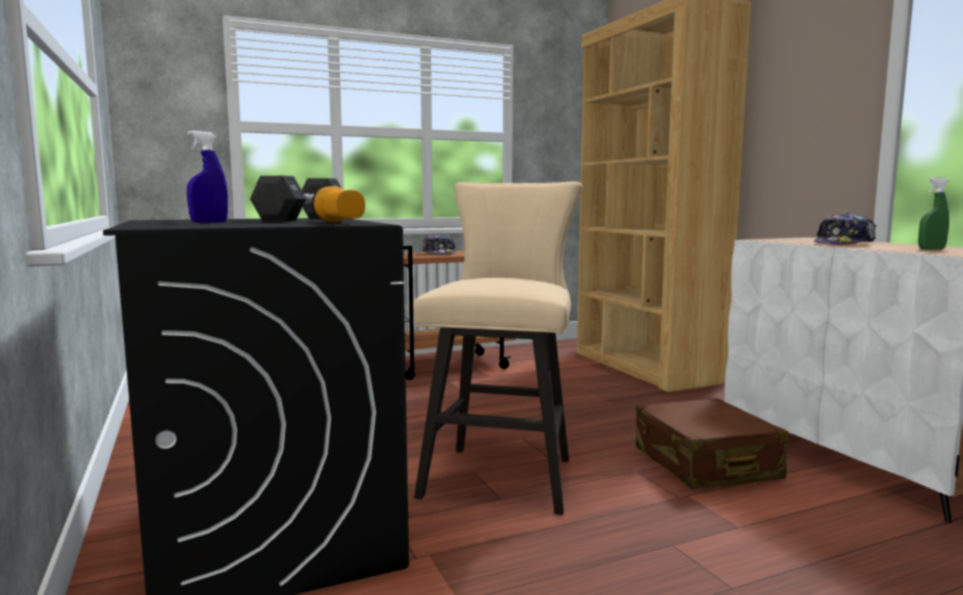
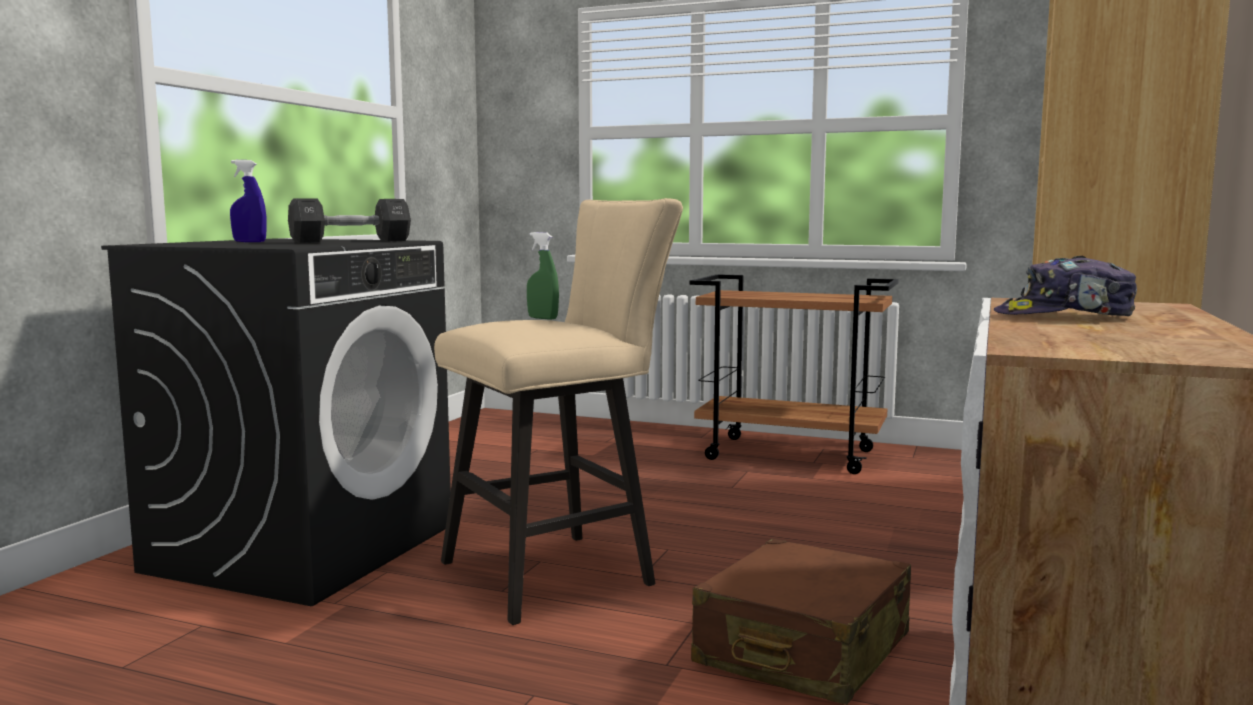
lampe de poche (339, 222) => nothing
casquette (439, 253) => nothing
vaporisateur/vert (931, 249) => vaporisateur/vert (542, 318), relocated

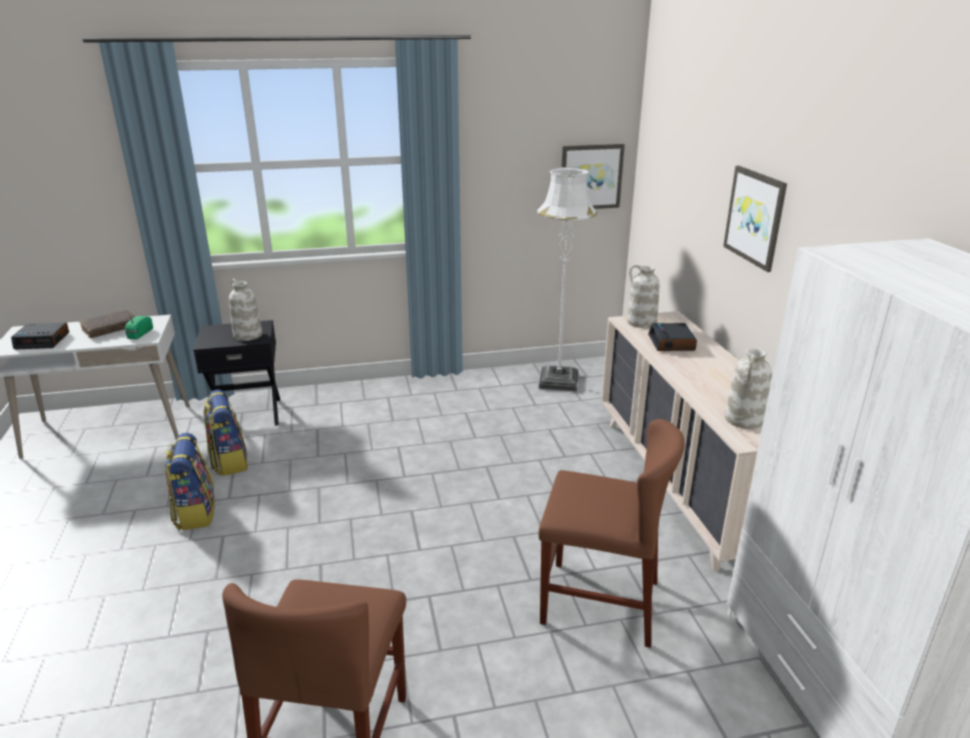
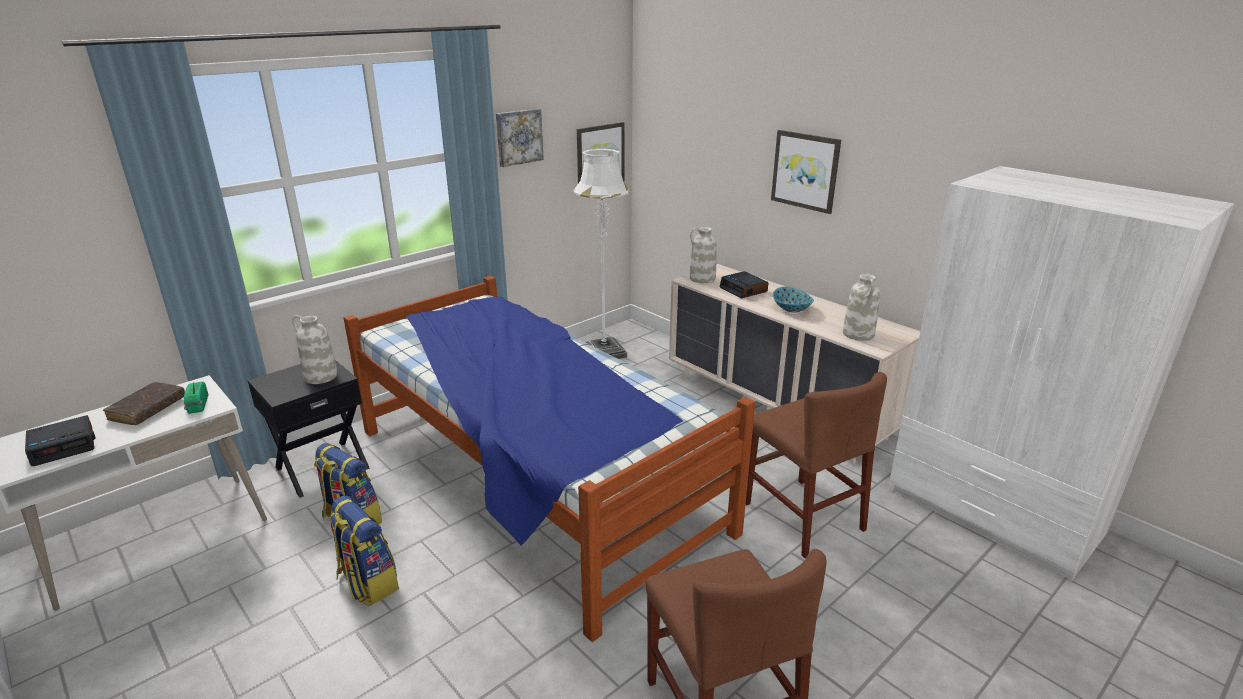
chaise/marron (599, 602) => chaise/marron (802, 516), 75 degrees clockwise
nothing => lit (532, 479)
nothing => tableau (518, 137)
nothing => bol (791, 309)

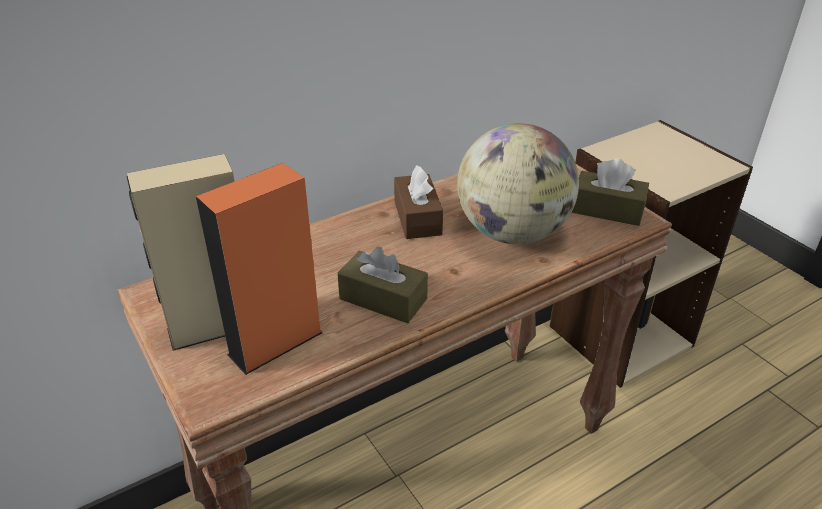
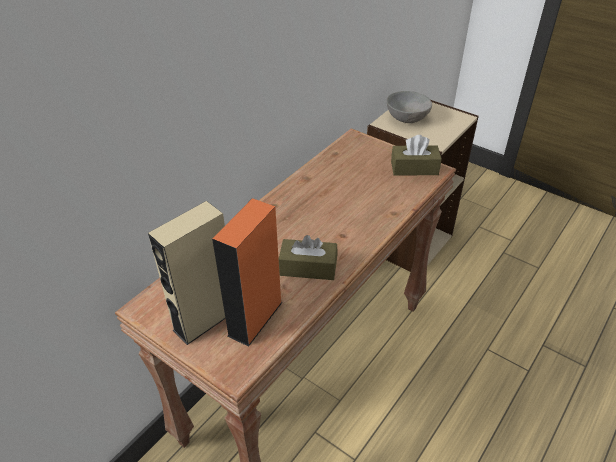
boîte à mouchoirs/marron (417, 218) => nothing
globe (512, 233) => nothing
nothing => bol/gris (407, 118)

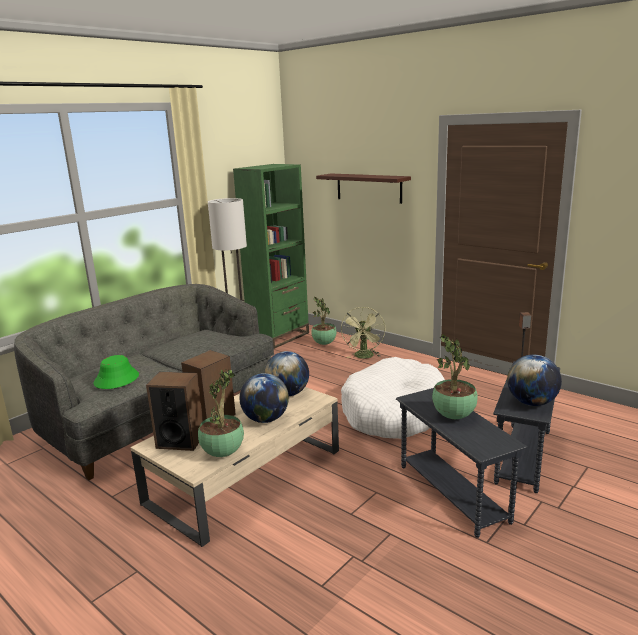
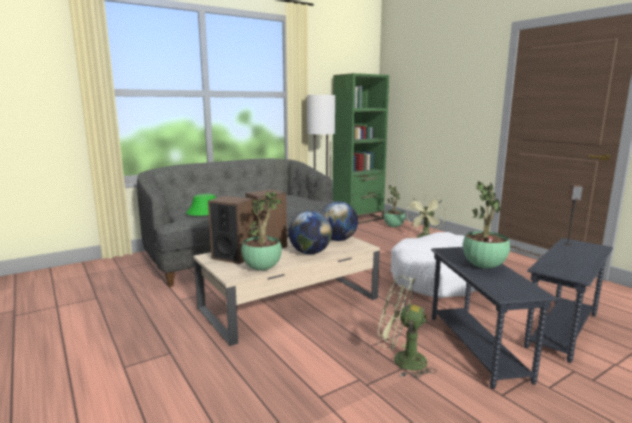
étagère (368, 188) => nothing
globe (532, 403) => nothing
nothing => ventilateur/vert (401, 360)

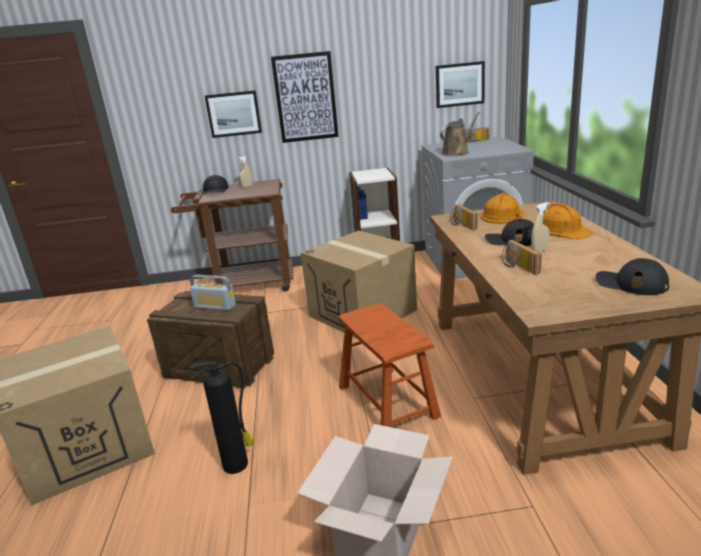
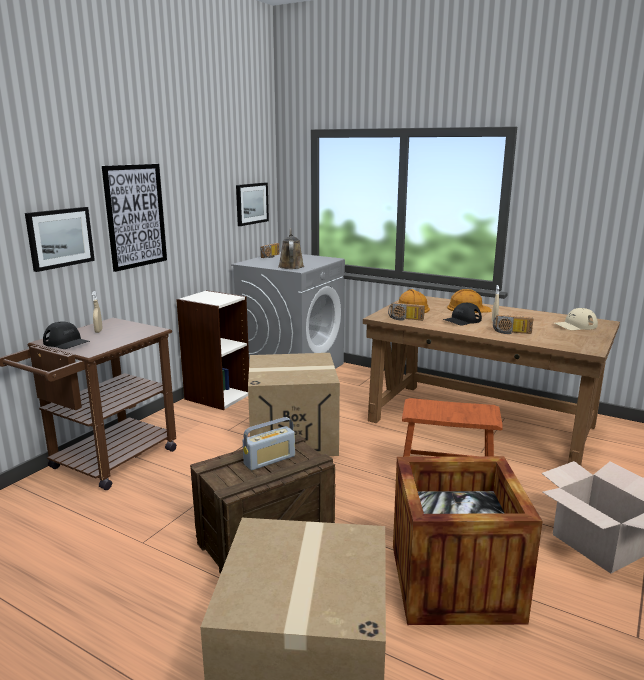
extincteur (237, 464) => caisse (454, 582)
casquette/noir (631, 283) => casquette/beige (575, 325)

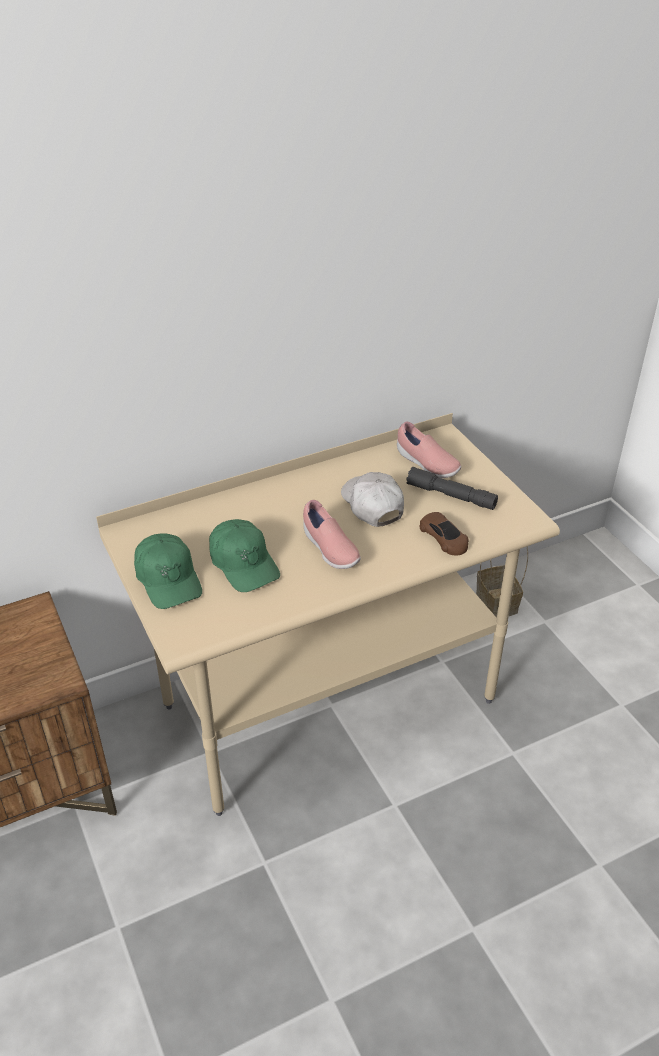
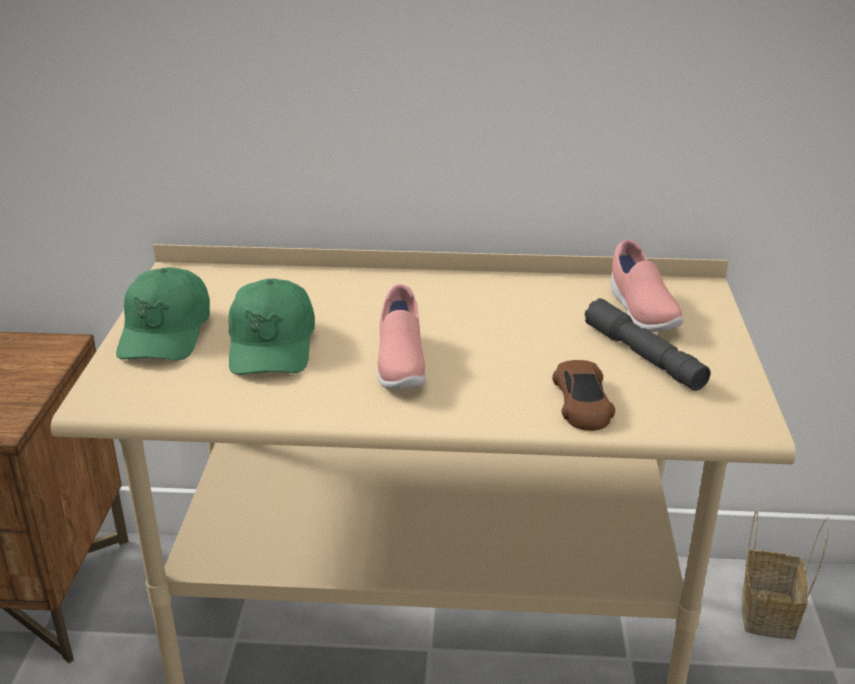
casquette/blanc (372, 505) => nothing

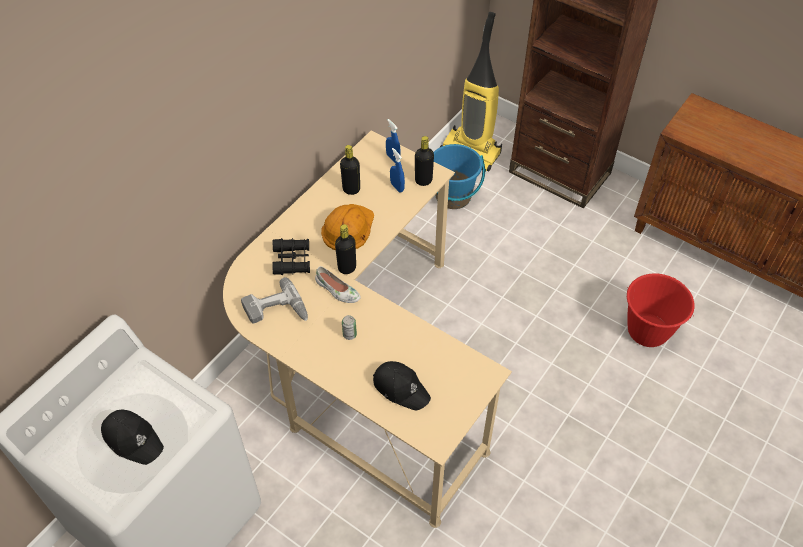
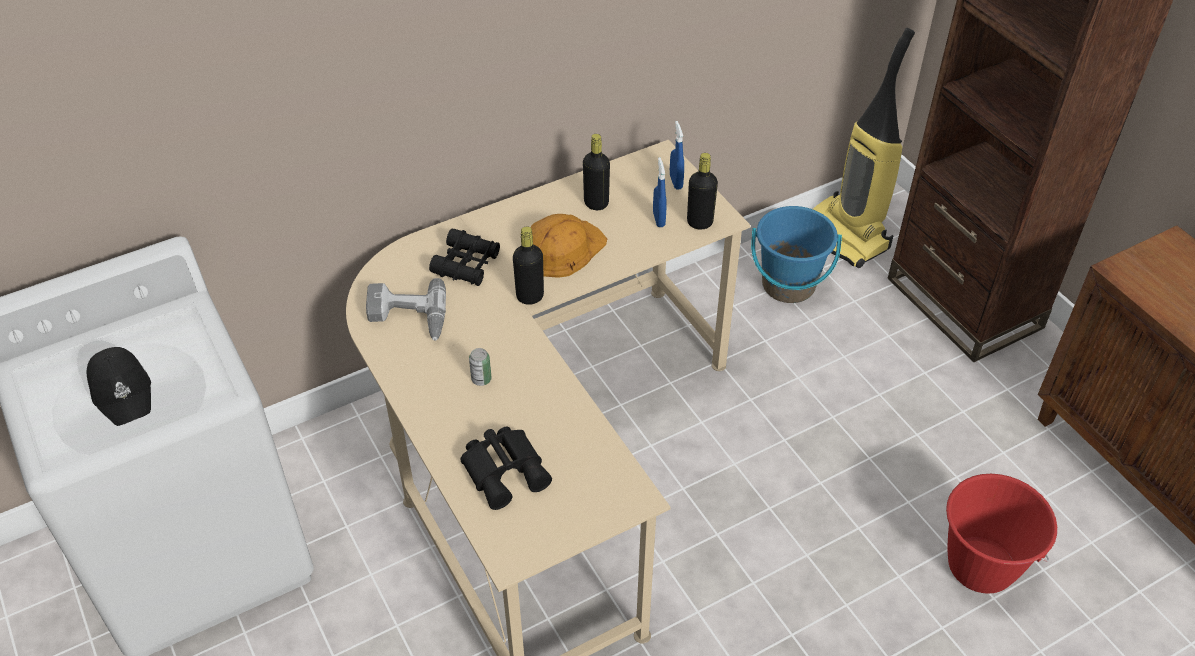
chaussure/blanc (337, 290) => nothing
casquette/noir (401, 388) => jumelles/noir (506, 470)

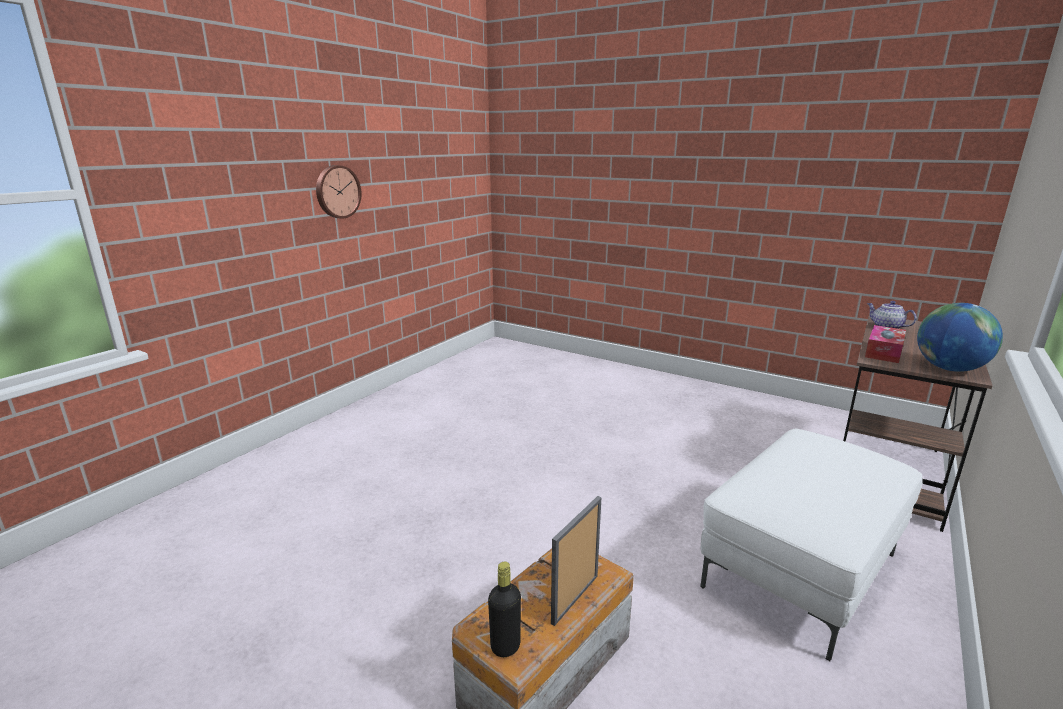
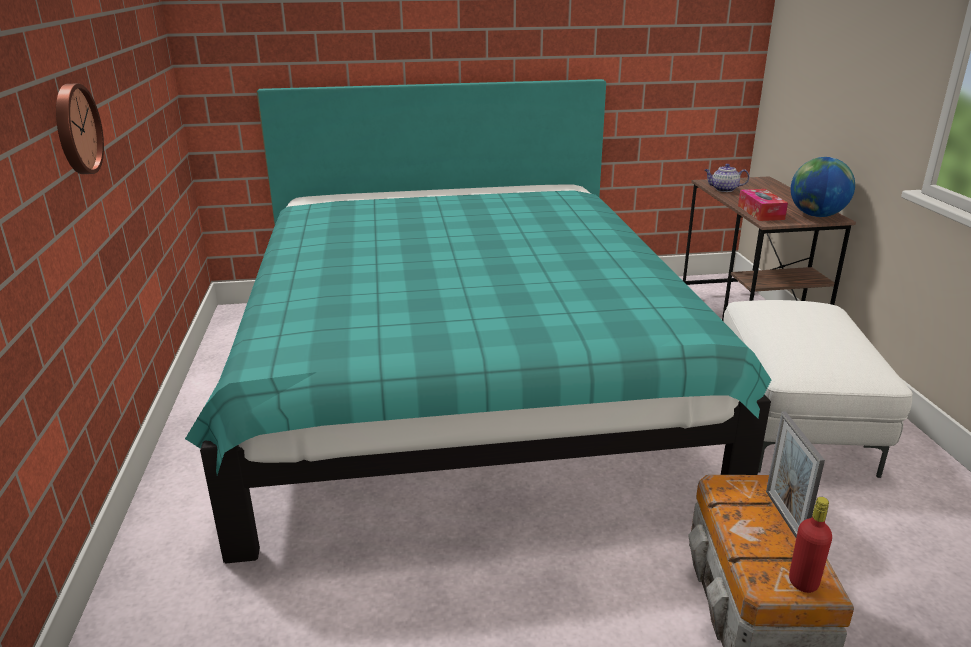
bouteille/noir (505, 646) => bouteille/rouge (803, 582)
nothing => lit/turquoise (461, 382)

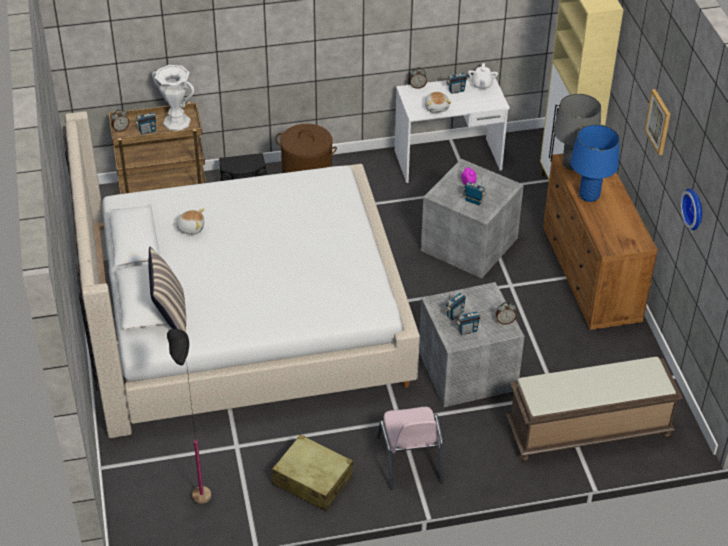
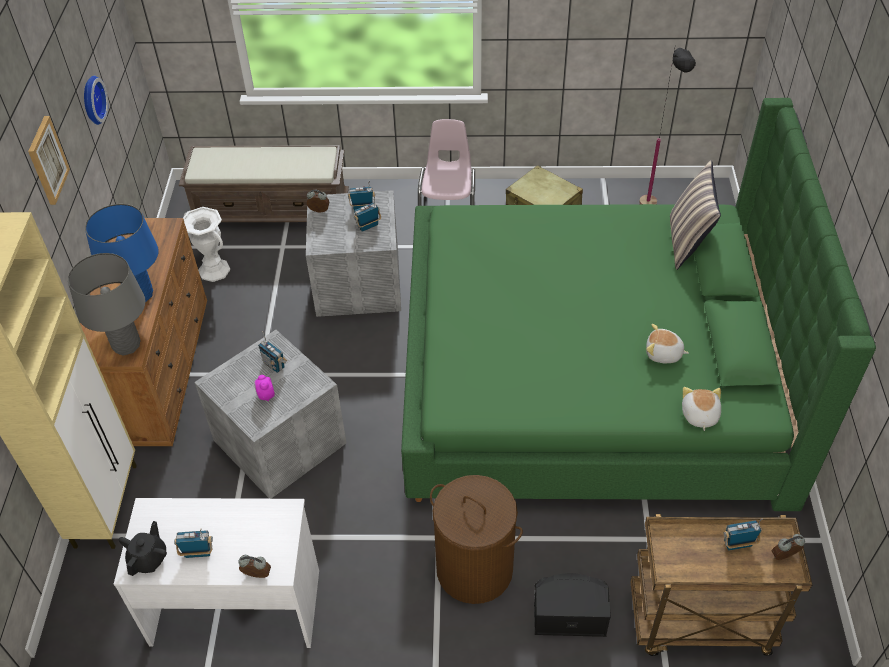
lit/beige (243, 320) => lit/vert (592, 379)
vase/blanc (177, 122) => vase/blanc (214, 270), relocated
peluche (436, 107) => peluche (699, 415), relocated
théière/blanc (481, 85) => théière/noir (149, 559)

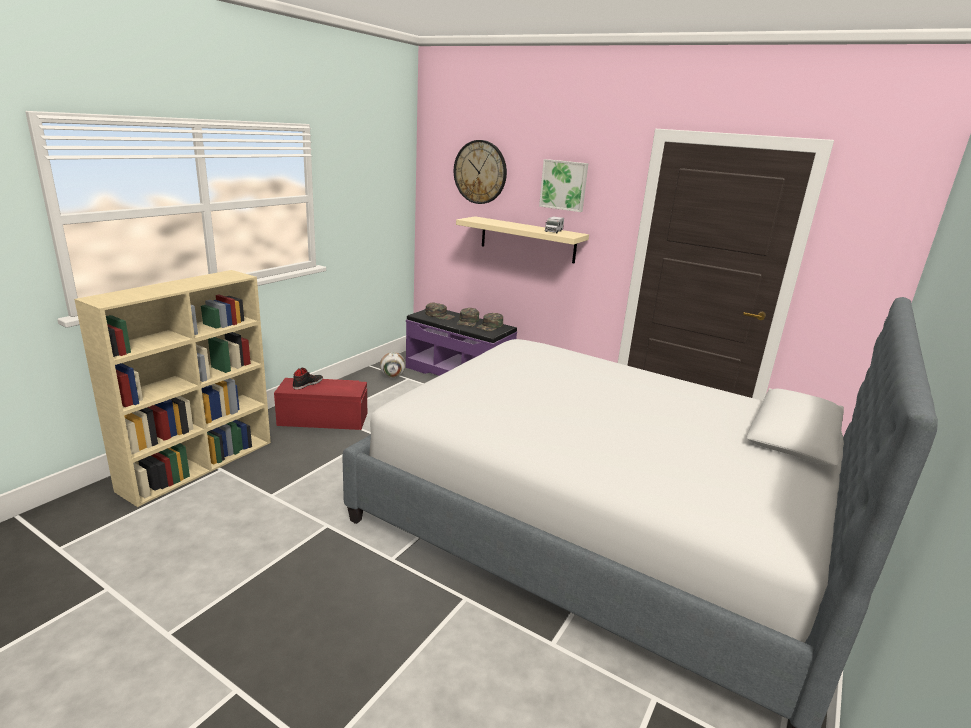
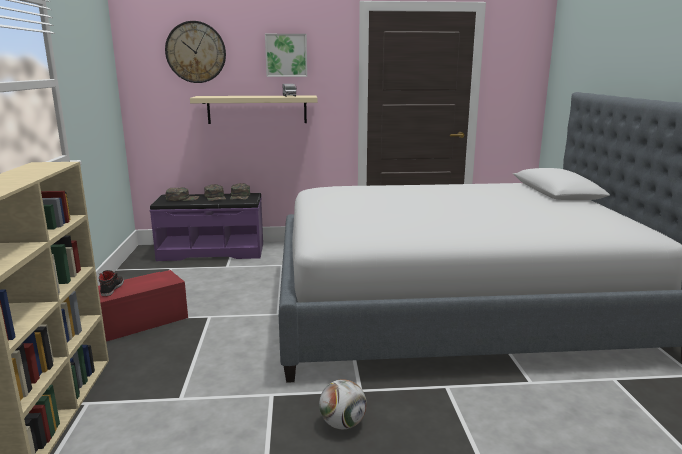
ballon de foot (392, 376) => ballon de foot (342, 424), relocated

